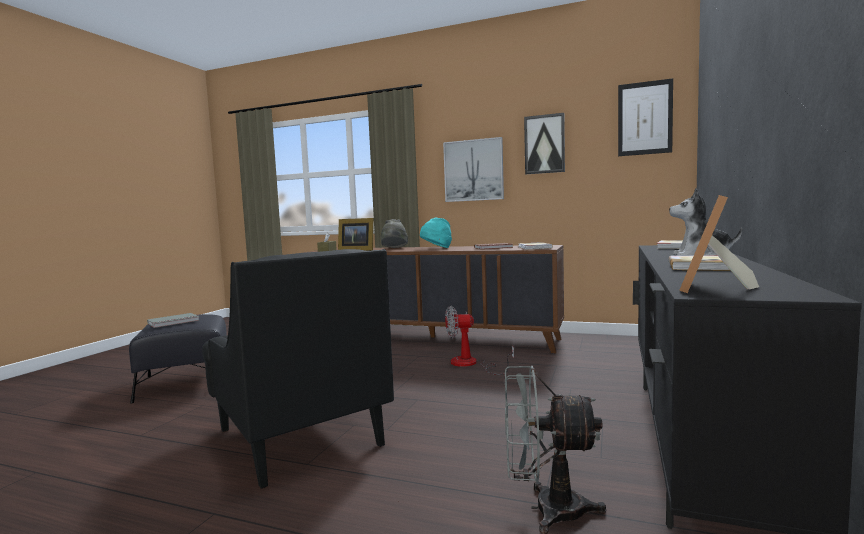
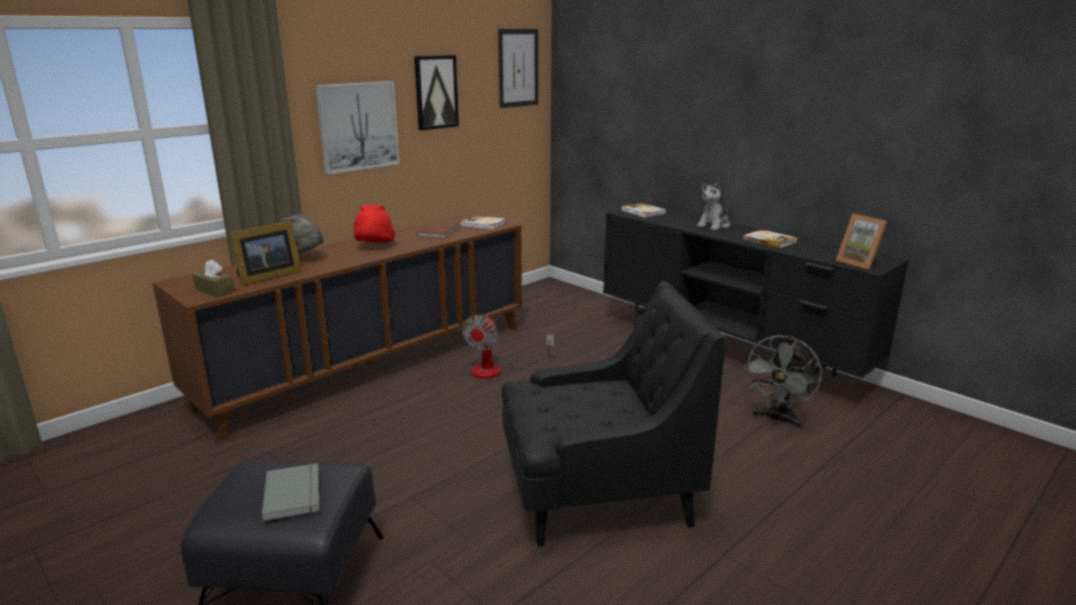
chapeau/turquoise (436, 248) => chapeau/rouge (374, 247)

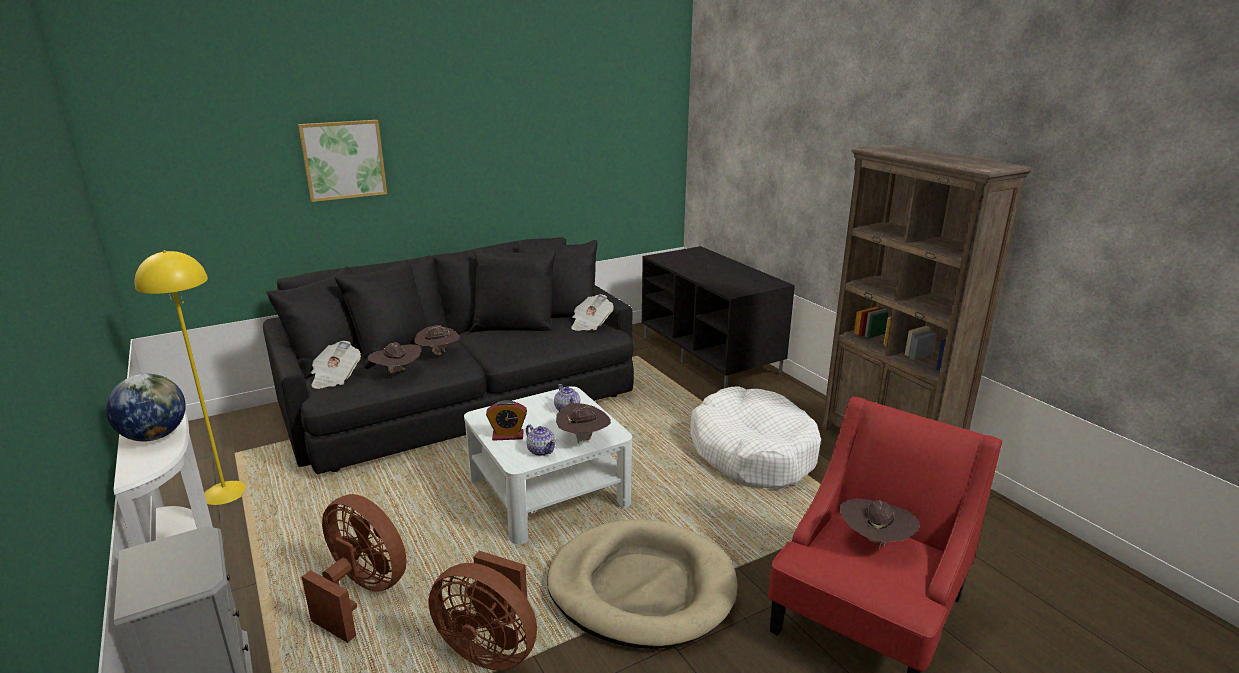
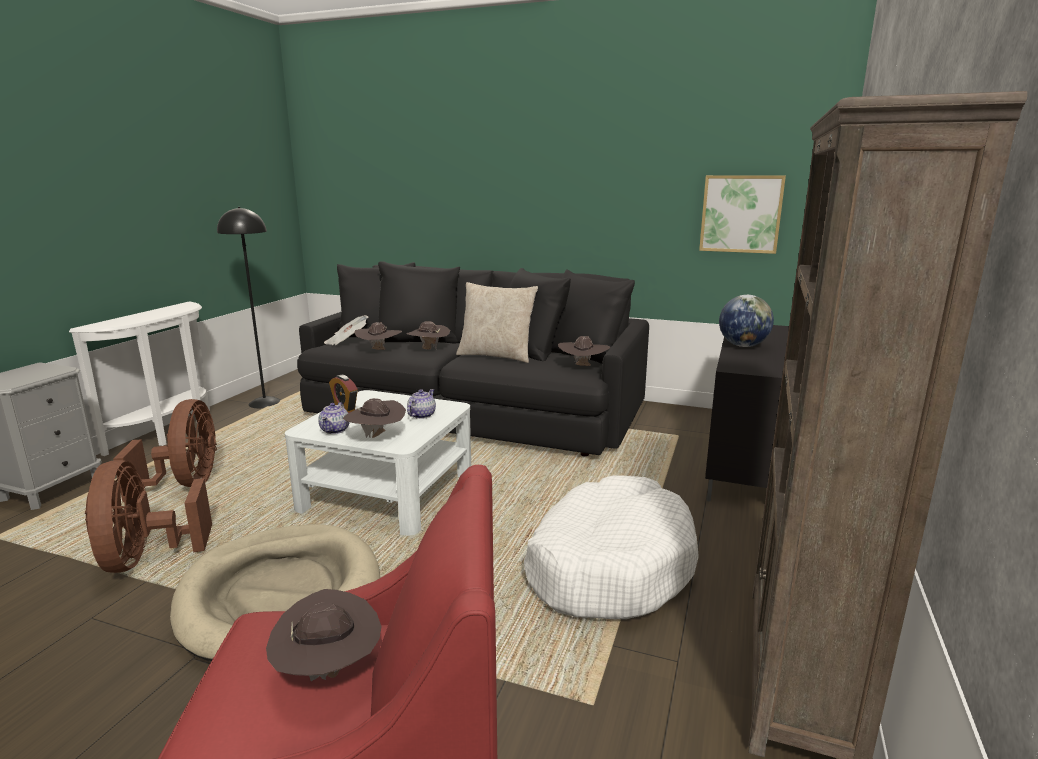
globe (155, 436) => globe (743, 345), relocated
lampadaire/jaune (225, 492) => lampadaire/noir (265, 403)
tableau (344, 160) => tableau (741, 214), relocated
journal (590, 324) => chapeau/marron (583, 367)
nothing => coussin/beige (496, 356)

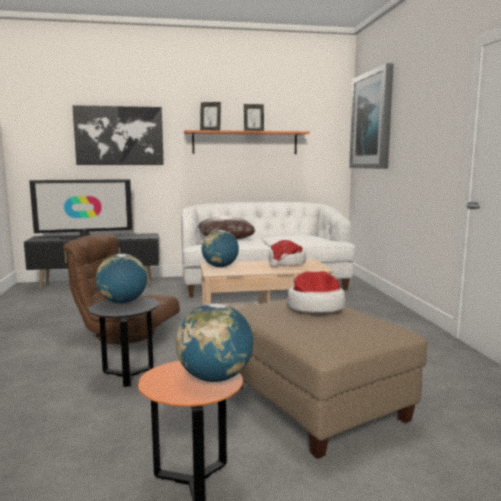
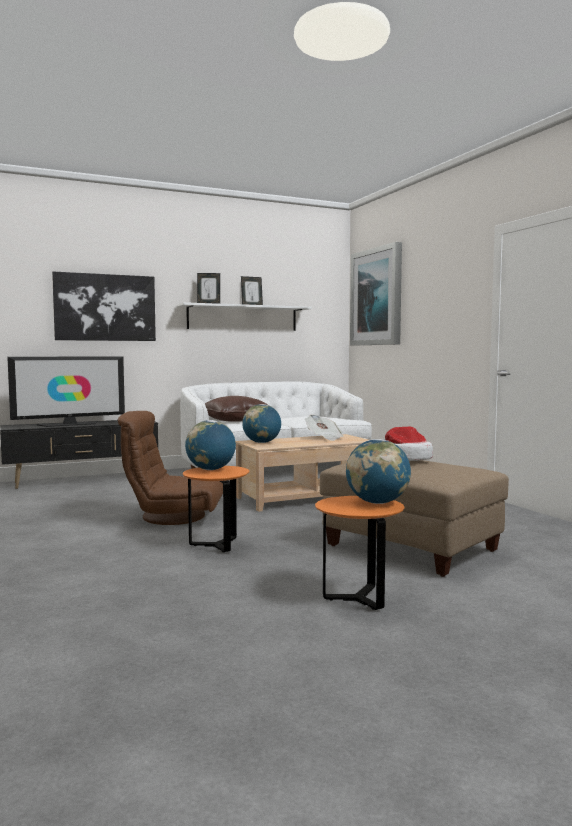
table d'appoint/noir (128, 376) => table d'appoint/orange (217, 545)
étagère/orange (245, 143) => étagère/blanc (242, 318)
chapeau (286, 263) => journal (324, 438)

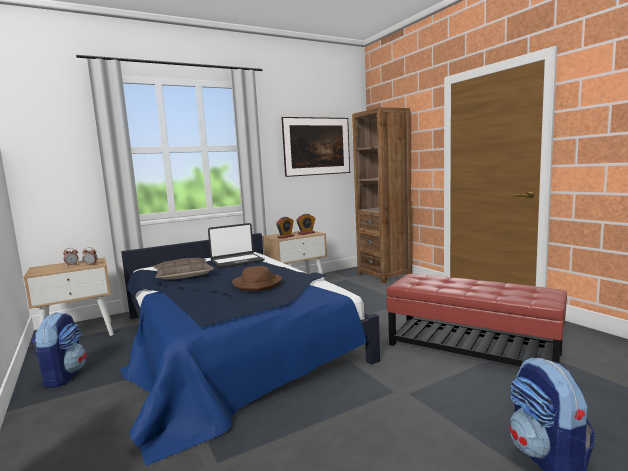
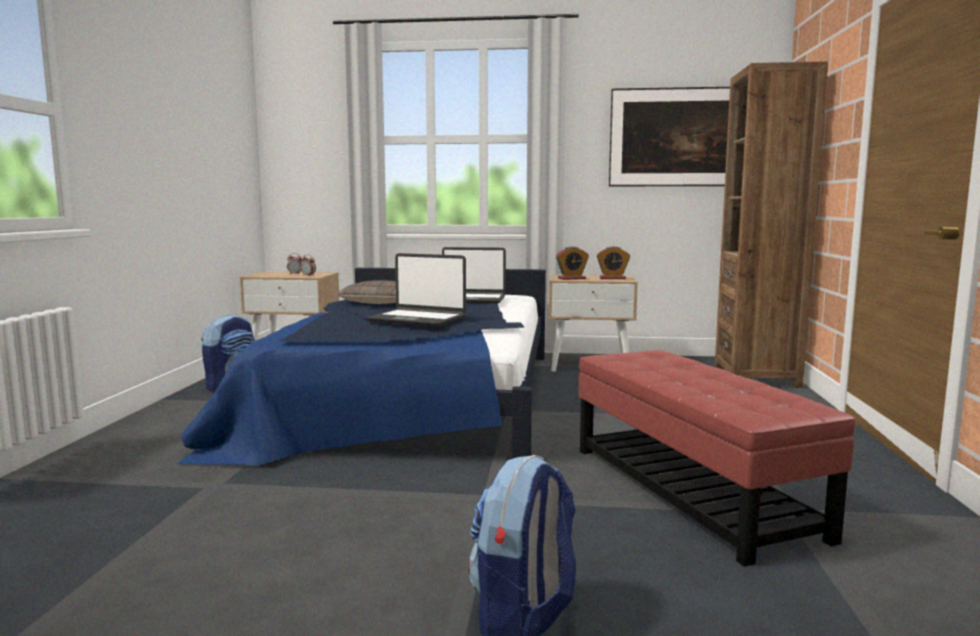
chapeau/marron (258, 284) => ordinateur portable (417, 319)

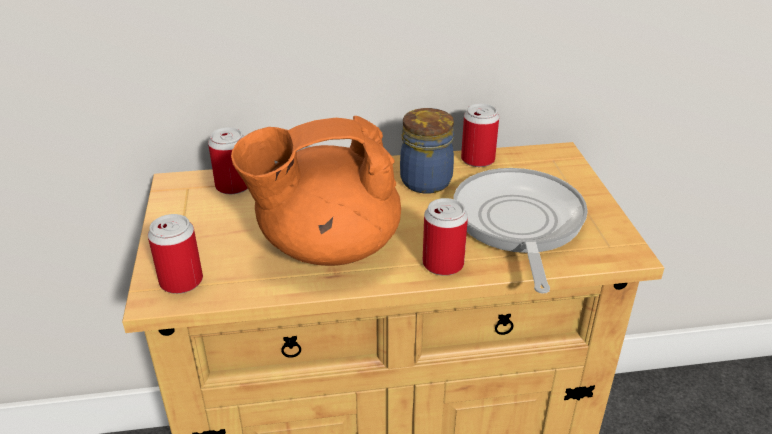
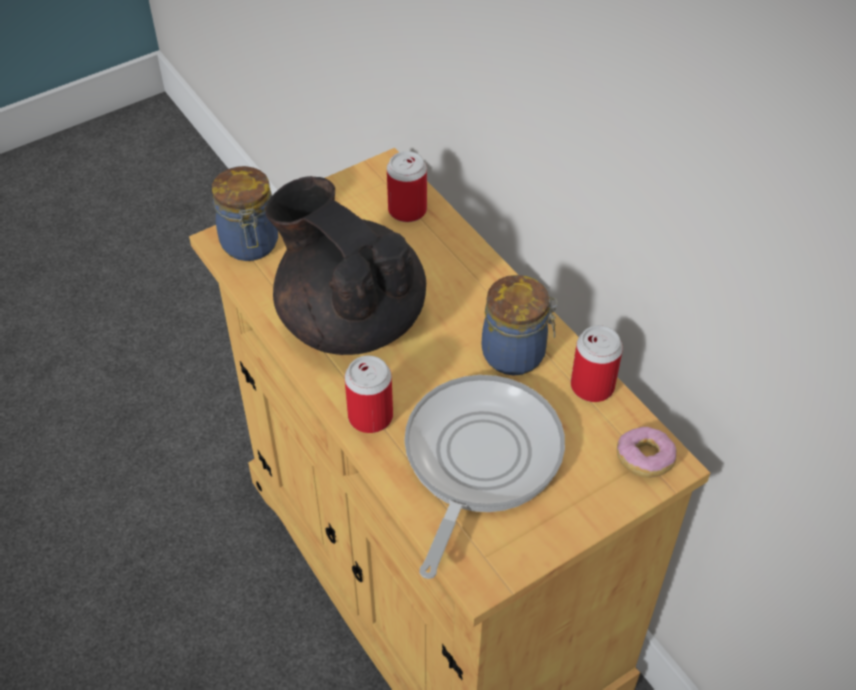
boîte métallique (181, 281) => bocal (250, 245)
théière/orange (327, 246) => théière/noir (350, 319)
poêle (518, 224) => poêle (478, 460), 45 degrees counterclockwise
nothing => beignet (644, 459)

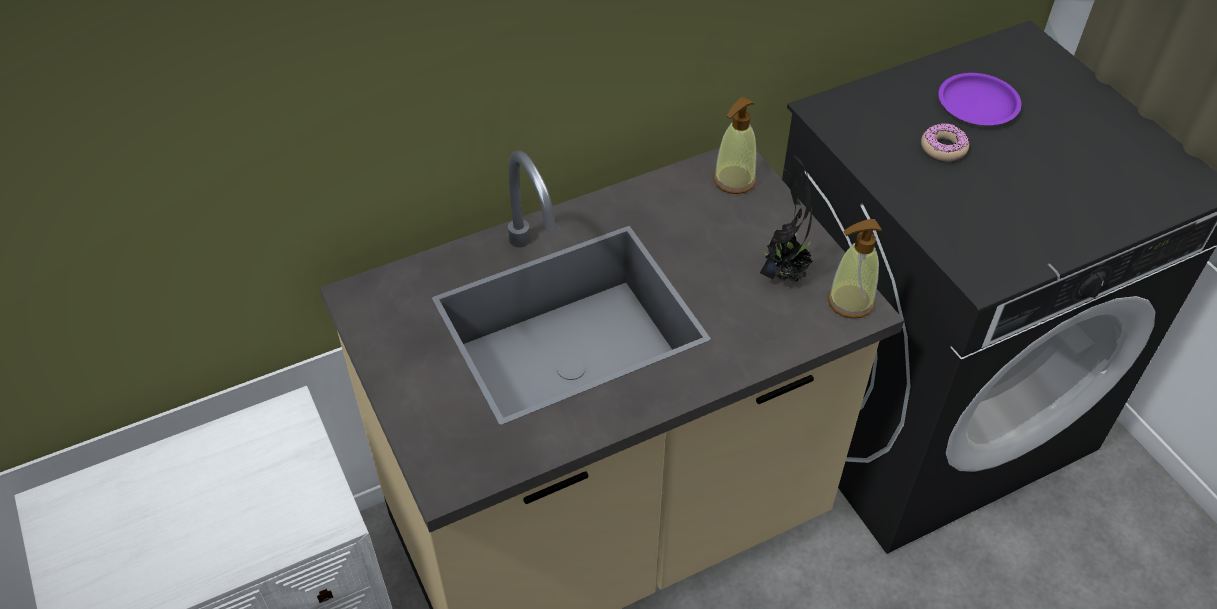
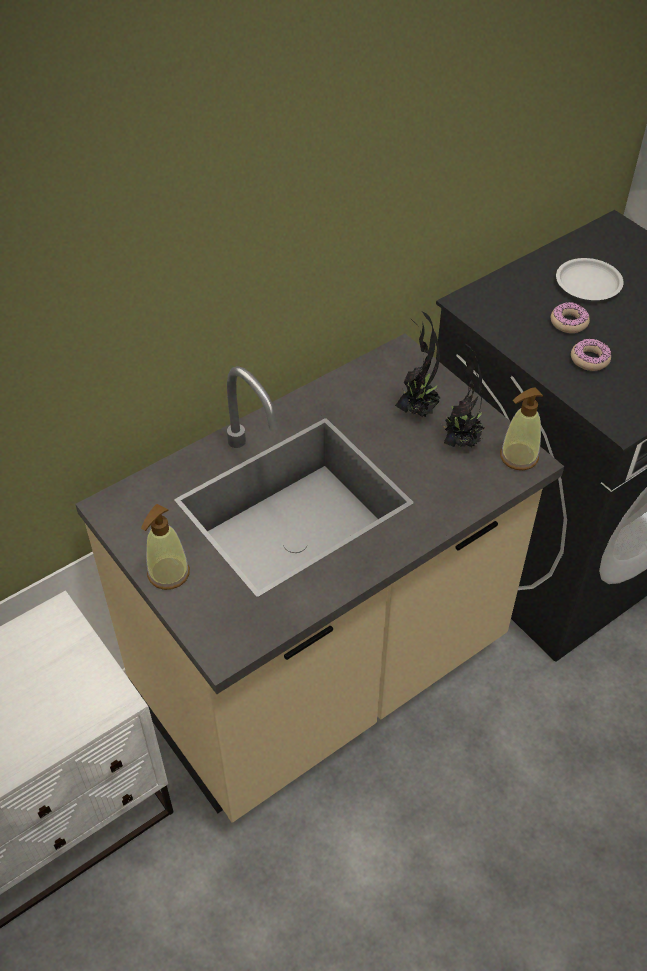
distributeur de savon (734, 180) => distributeur de savon (168, 573), relocated
assiette/violet (977, 105) => assiette/blanc (588, 284)
nothing => plante en pot (418, 409)
nothing => beignet (589, 359)

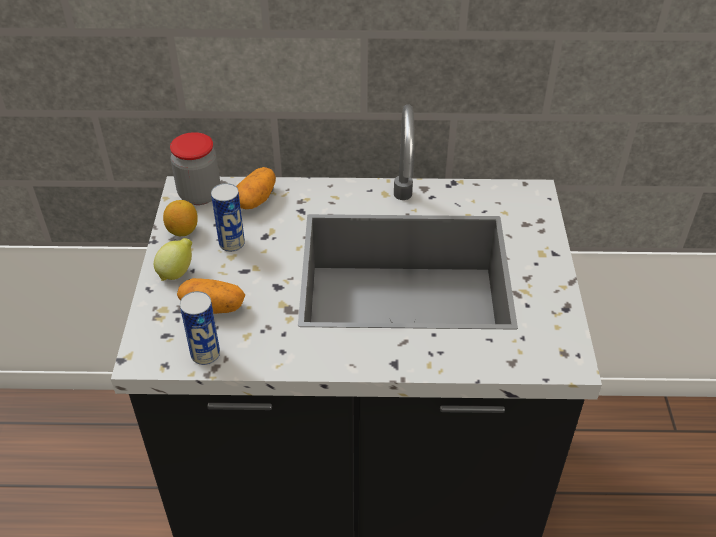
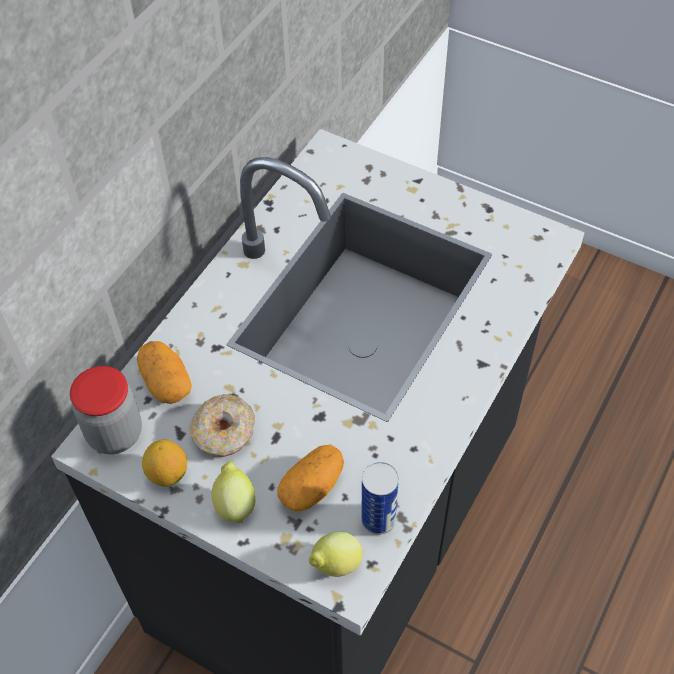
boîte métallique (232, 243) => beignet (224, 433)
nothing => citron (335, 565)

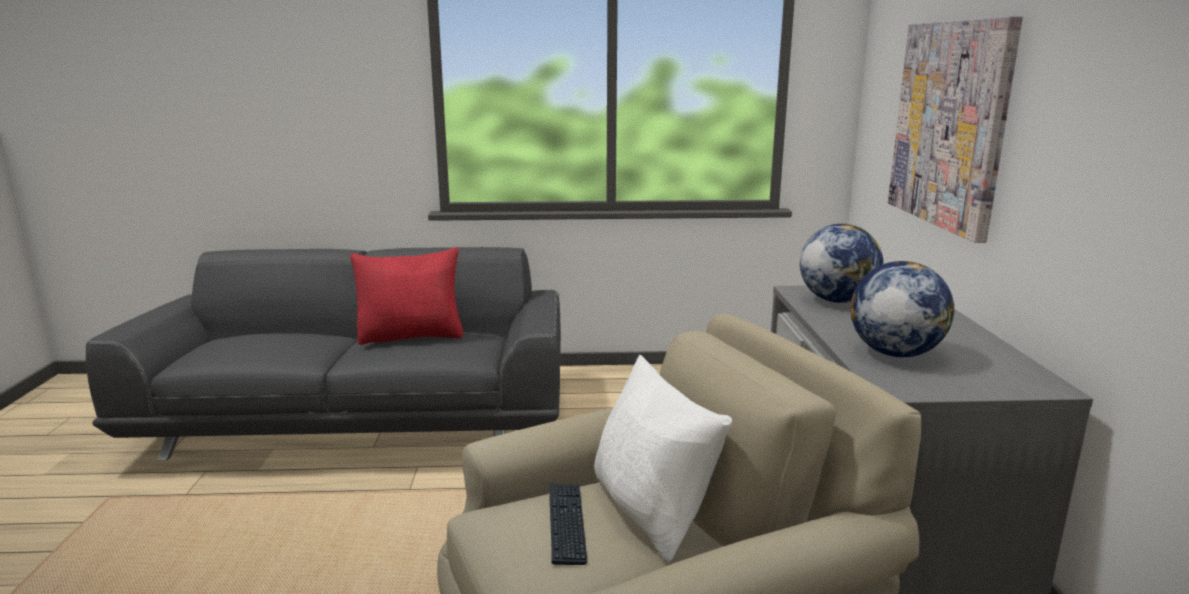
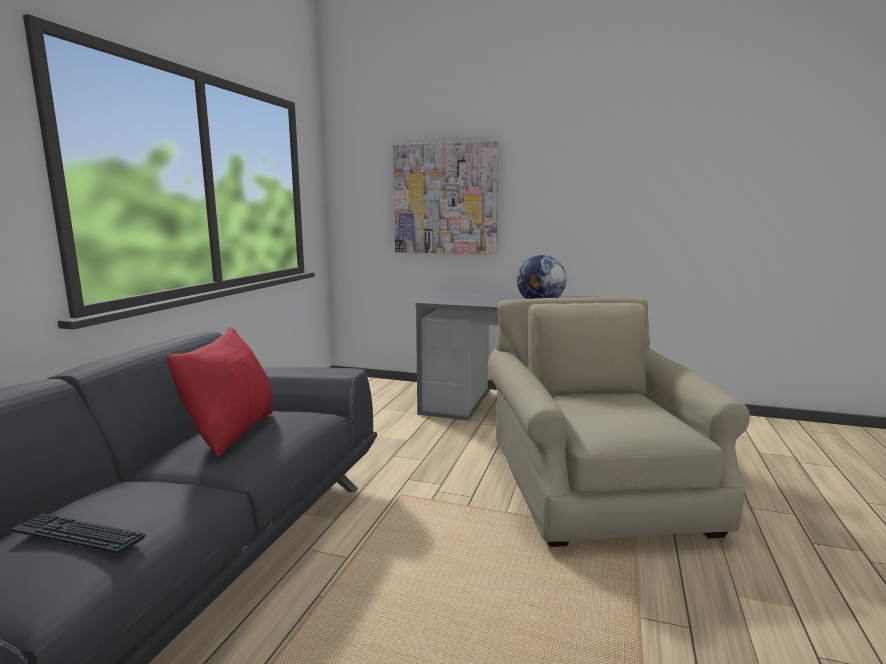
clavier (566, 523) => clavier (78, 535), relocated
coussin/blanc (651, 512) => nothing
globe (836, 300) => nothing

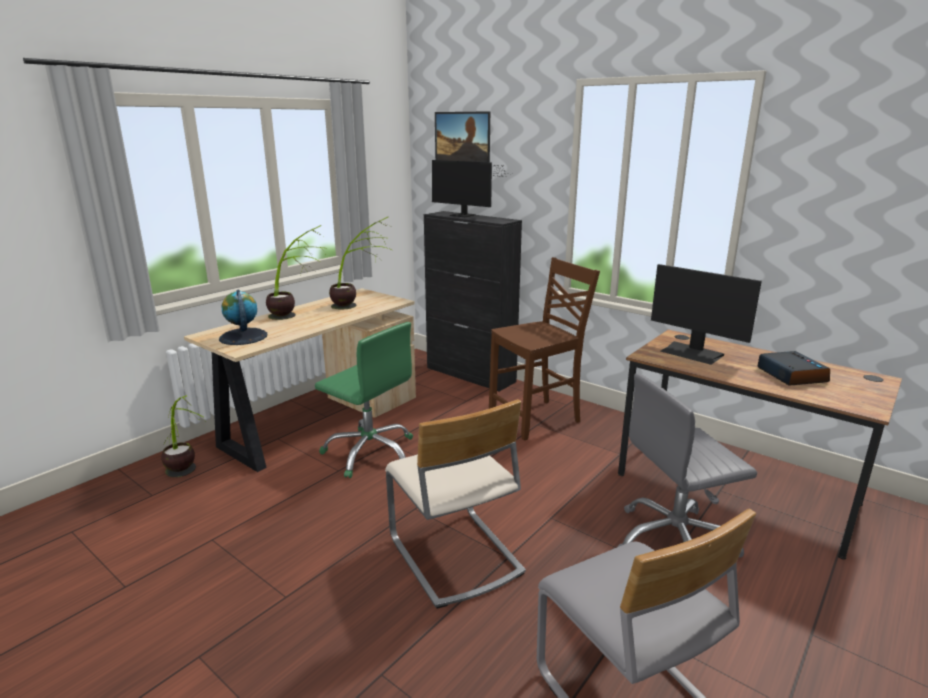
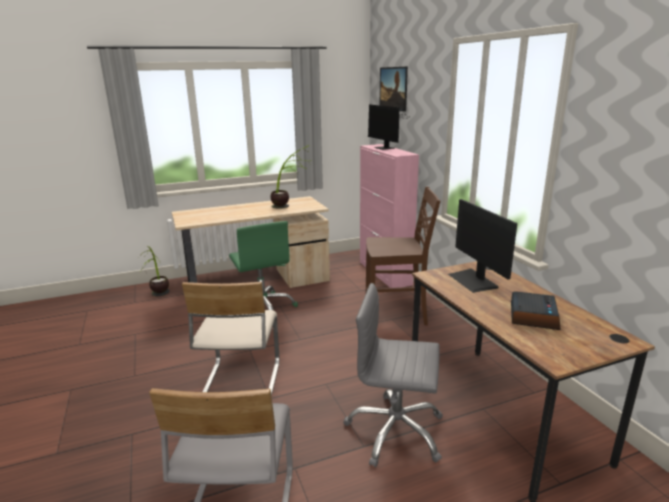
globe (243, 337) => nothing
plante en pot (296, 317) => nothing
meuble de rangement/noir (470, 375) => meuble de rangement/rose (385, 273)

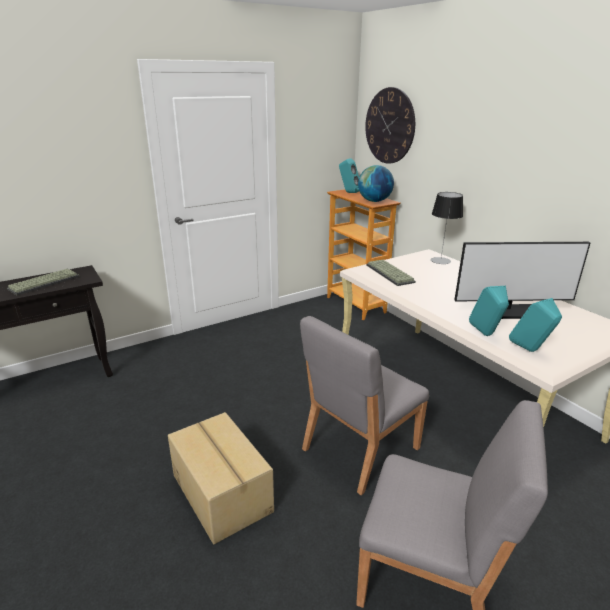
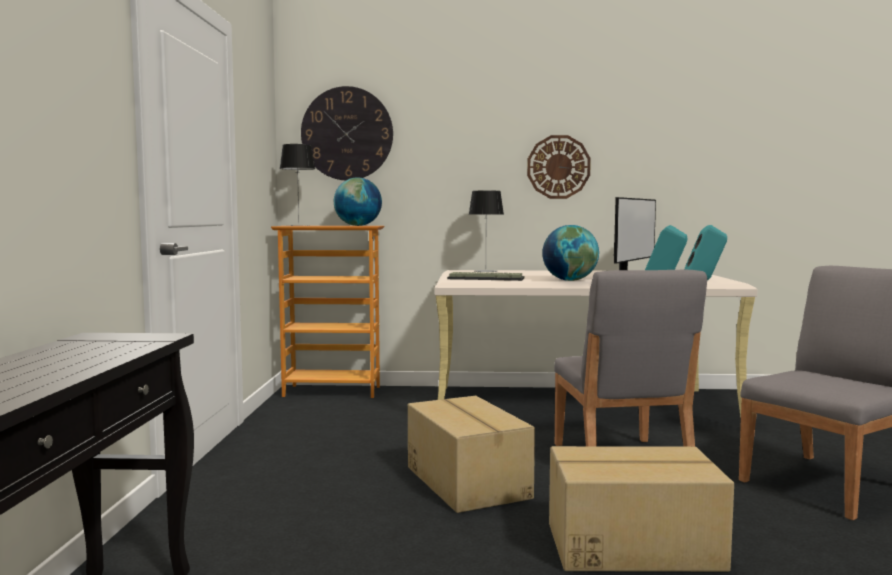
clavier (44, 282) => nothing
enceinte/turquoise (348, 192) => lampe de table (298, 225)
nothing => carton (468, 482)
nothing => horloge murale (558, 167)
nothing => globe (570, 280)

